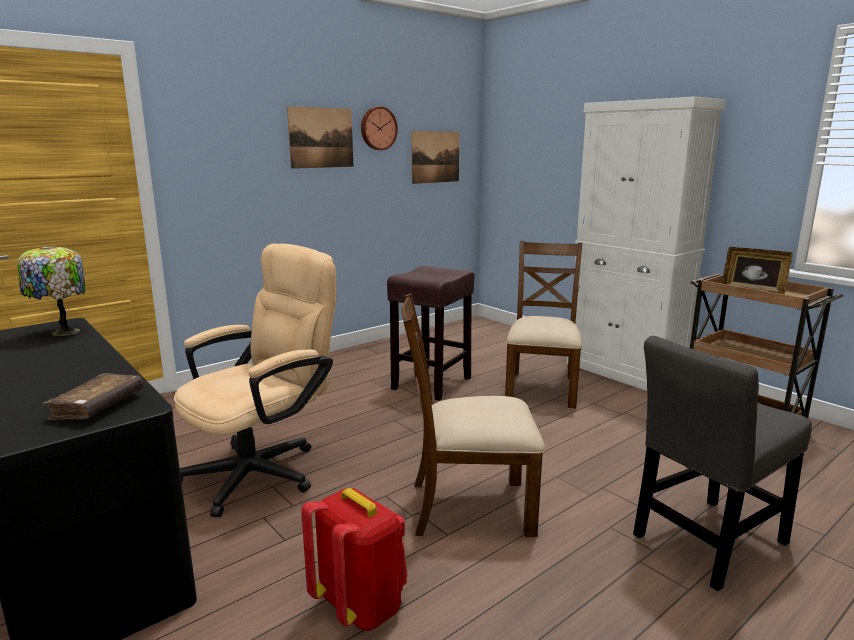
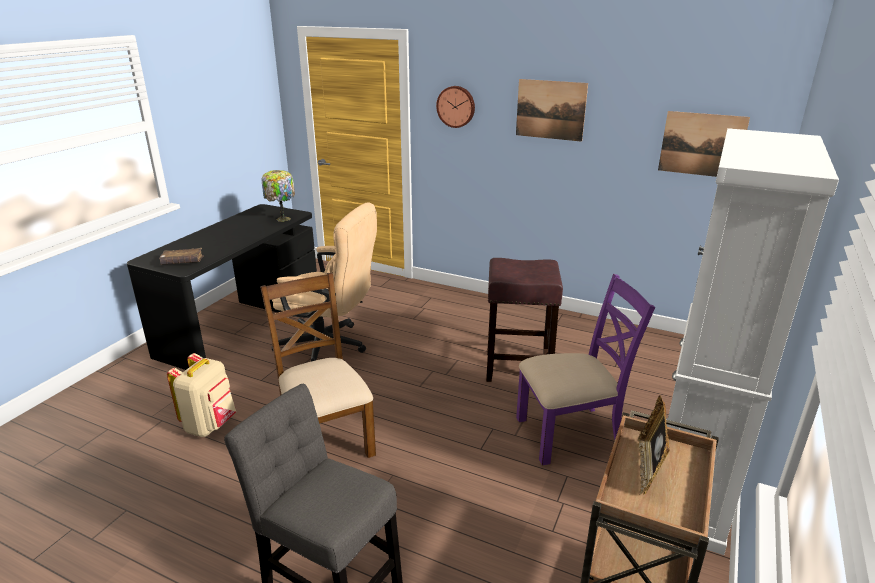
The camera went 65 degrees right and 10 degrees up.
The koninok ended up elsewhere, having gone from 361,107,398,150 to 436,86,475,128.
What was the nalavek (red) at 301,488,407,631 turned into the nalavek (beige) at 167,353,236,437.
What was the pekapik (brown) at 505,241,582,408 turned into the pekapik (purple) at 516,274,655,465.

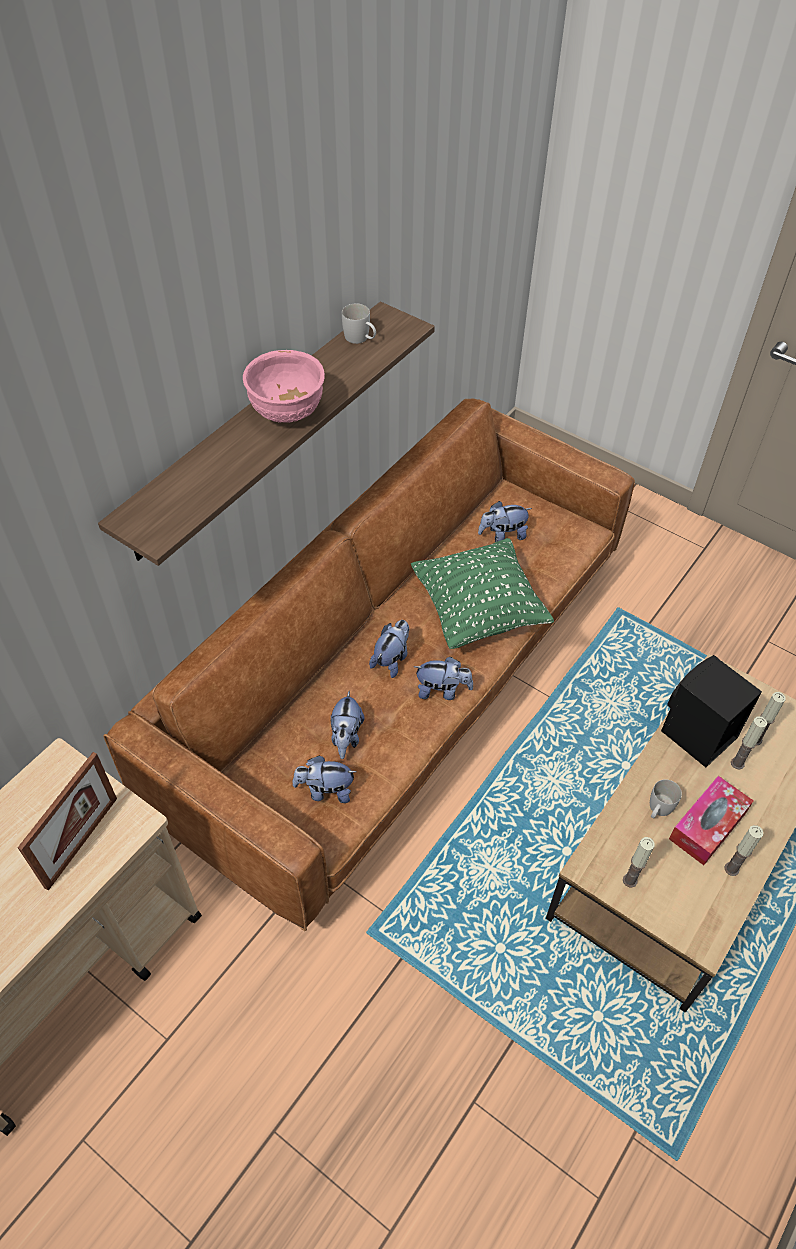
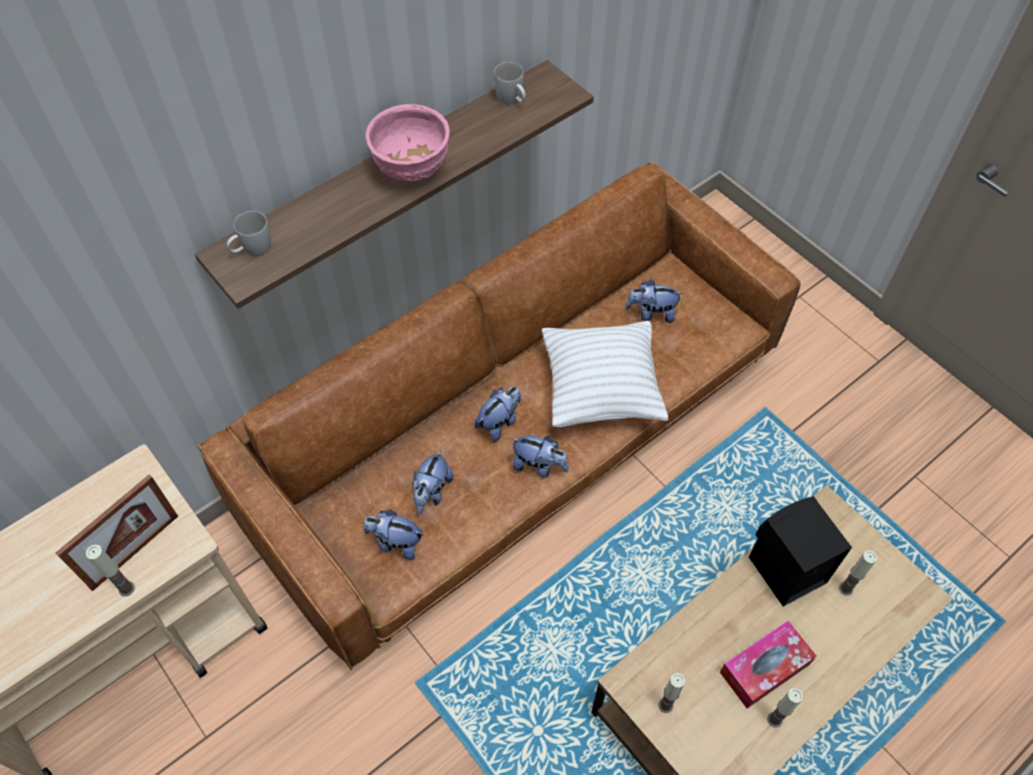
The camera went 15 degrees right and 5 degrees up.
The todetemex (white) ended up elsewhere, having gone from 650,779,682,819 to 227,211,271,256.
The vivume ended up elsewhere, having gone from 731,716,767,770 to 86,545,135,596.
What was the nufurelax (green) at 411,538,554,649 turned into the nufurelax (white) at 542,321,669,427.

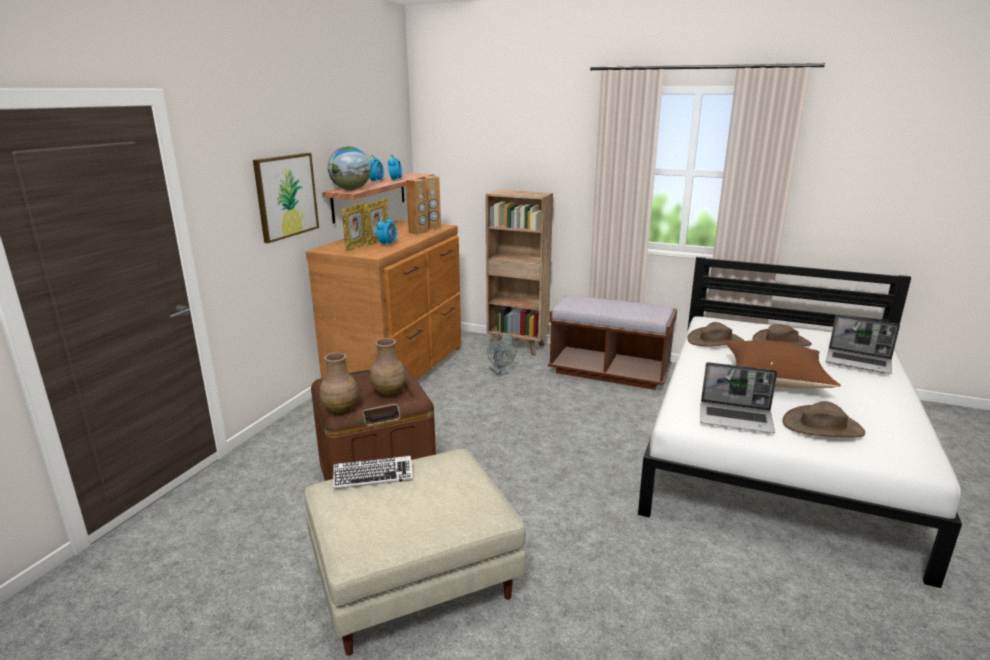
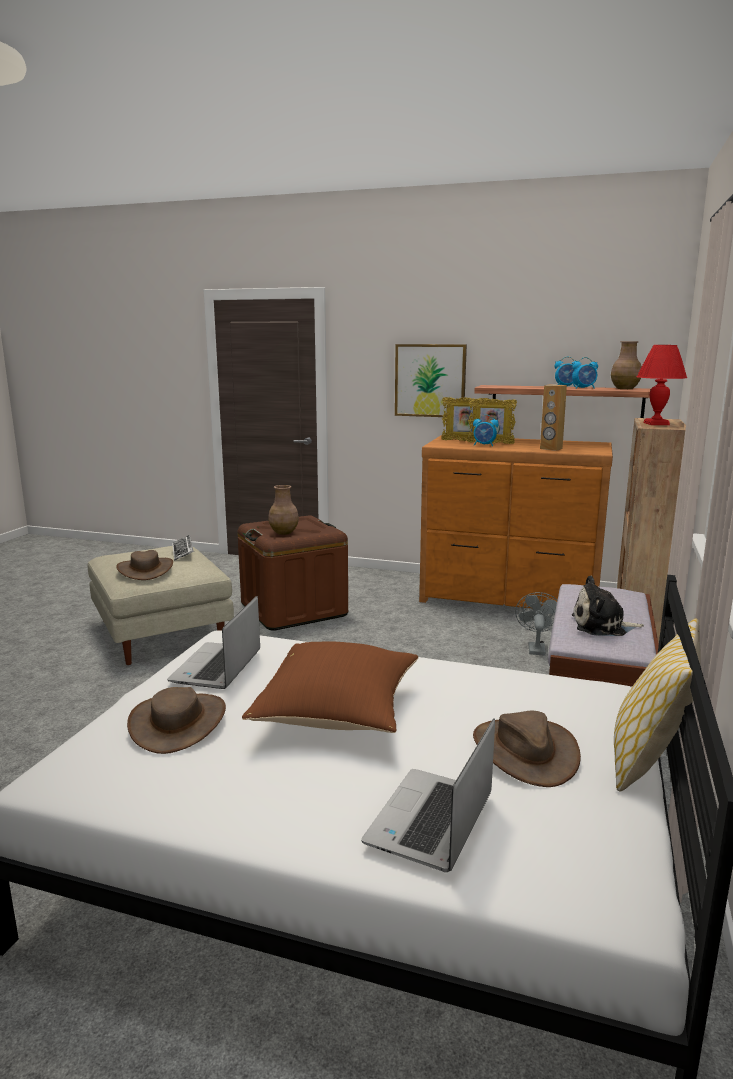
The camera went 85 degrees right and 5 degrees down.
The second view lost the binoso at 328,146,371,190.
The second view lost the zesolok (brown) at 423,176,441,229.
The second view gained the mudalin at 572,576,644,636.
The second view gained the nufurelax at 614,618,701,791.
The second view gained the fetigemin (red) at 637,345,687,425.
The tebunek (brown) ended up elsewhere, having gone from 320,352,359,415 to 611,341,642,389.
The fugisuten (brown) ended up elsewhere, having gone from 687,322,744,346 to 116,550,173,580.
The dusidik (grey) at 487,333,518,376 ended up facing another way, 135 degrees clockwise from before.

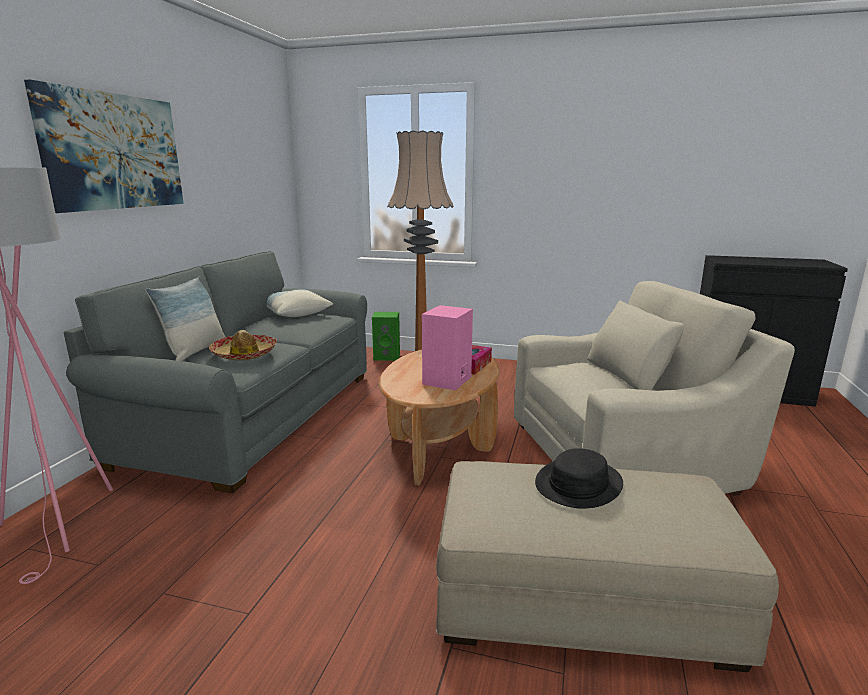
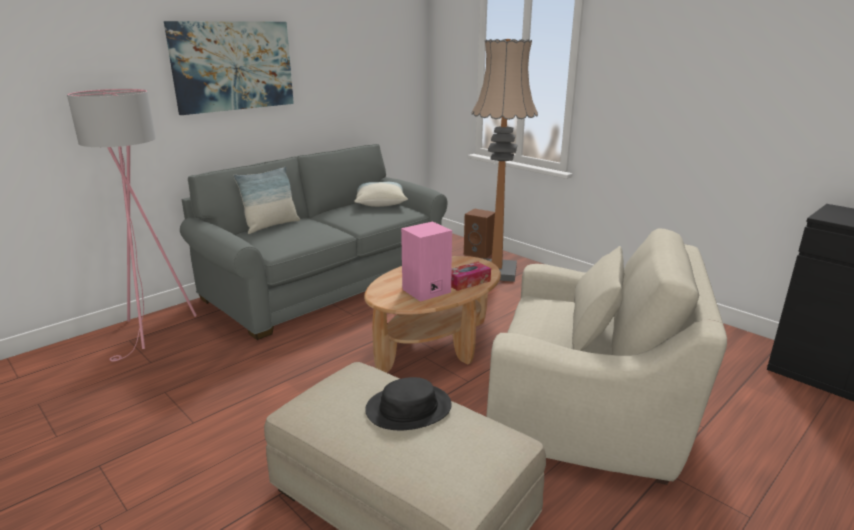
The camera went 30 degrees right and 5 degrees up.
The second view lost the fugisuten at 209,330,277,361.
What was the zesolok (green) at 372,312,400,361 turned into the zesolok (brown) at 464,208,495,258.

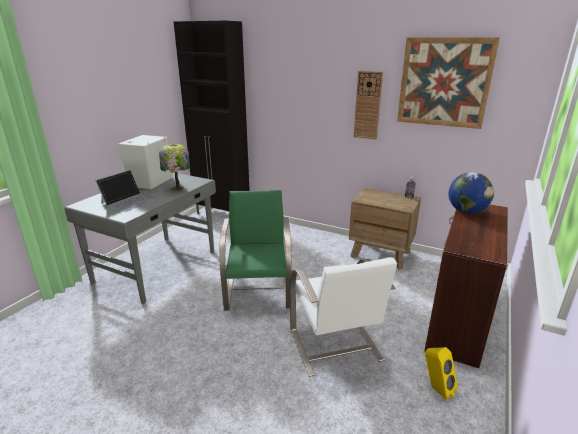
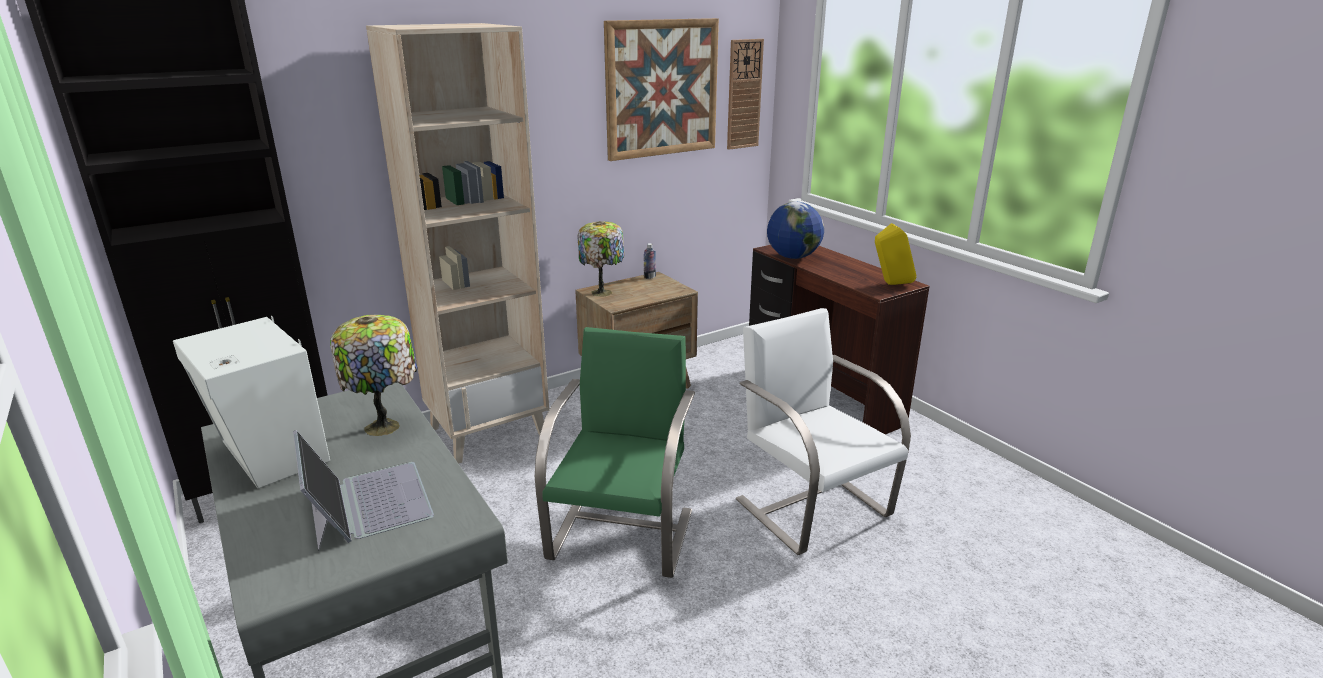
The camera went 60 degrees left and 0 degrees up.
The second view gained the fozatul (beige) at 366,23,549,464.
The second view gained the fetigemin at 578,221,625,297.
The koninok ended up elsewhere, having gone from 354,71,383,140 to 727,39,764,150.
The zesolok (yellow) ended up elsewhere, having gone from 425,347,458,400 to 875,223,916,285.
The pekapik (green) at 219,190,292,311 ended up facing another way, 75 degrees clockwise from before.
The pekapik (white) at 290,257,397,377 ended up facing another way, 135 degrees counterclockwise from before.

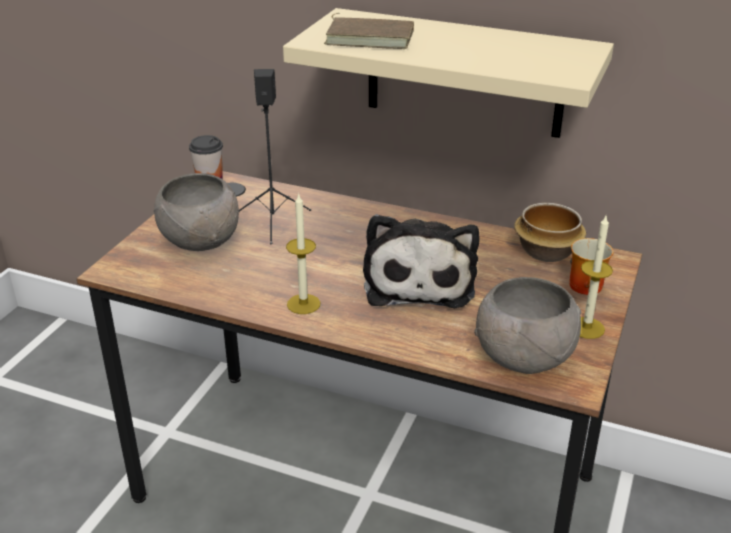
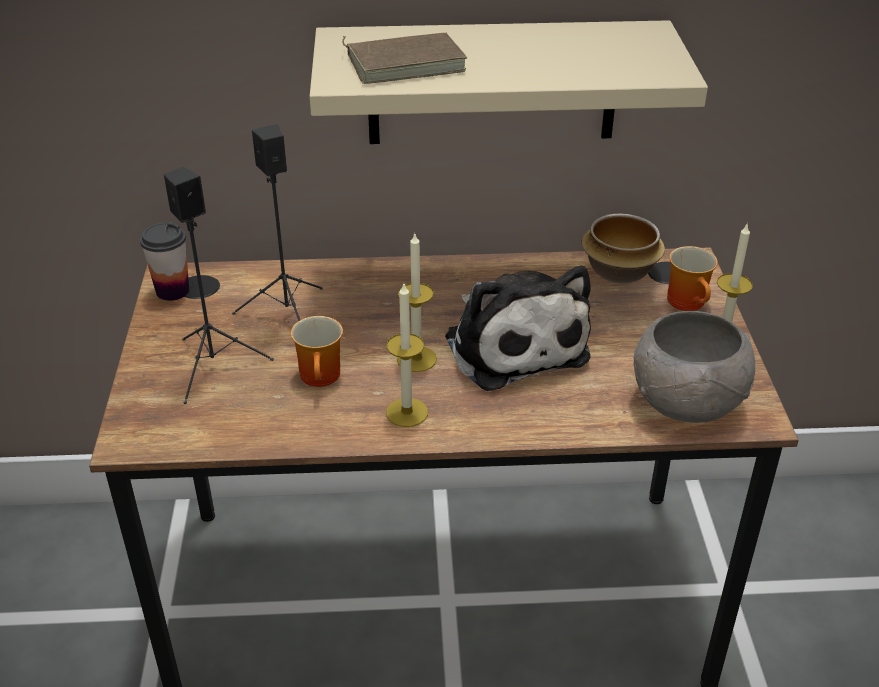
The camera went 25 degrees left and 5 degrees up.
The second view gained the todetemex at 291,316,343,387.
The second view gained the vivume at 397,234,437,372.
Where the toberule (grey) stood at 154,173,239,251, the zesolok (black) came to stand at 164,167,274,404.

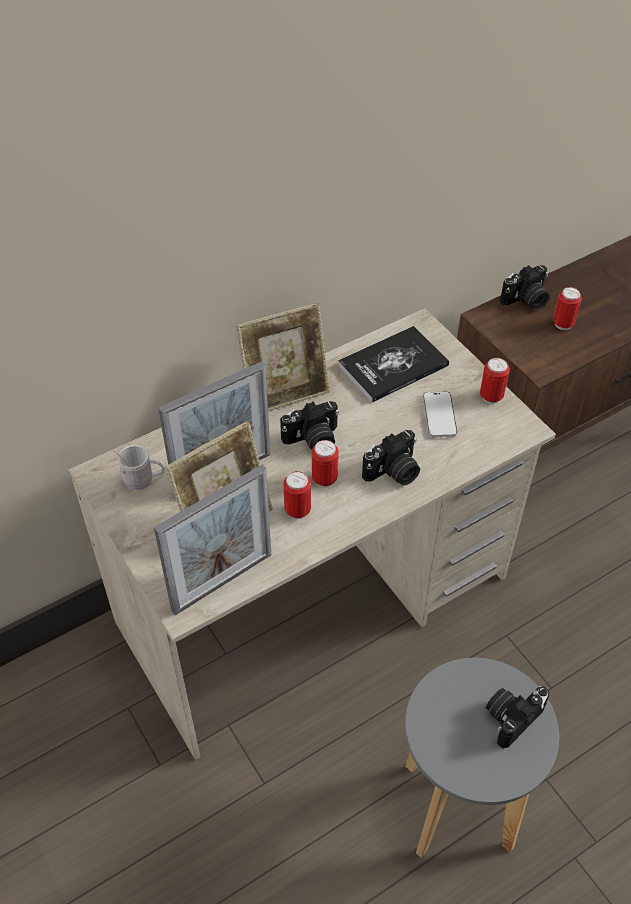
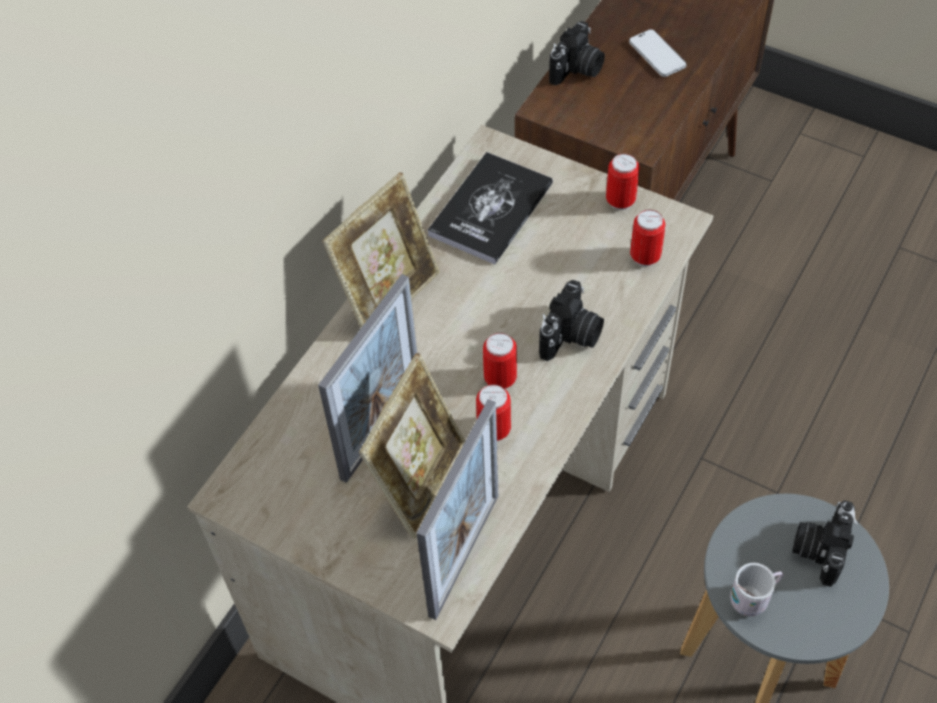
The camera went 25 degrees left and 5 degrees up.
The second view lost the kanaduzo at 280,401,339,450.
The todetemex (white) ended up elsewhere, having gone from 113,445,165,490 to 730,563,784,616.
The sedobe ended up elsewhere, having gone from 423,392,457,437 to 629,29,687,77.
The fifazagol ended up elsewhere, having gone from 553,287,582,330 to 630,210,665,267.

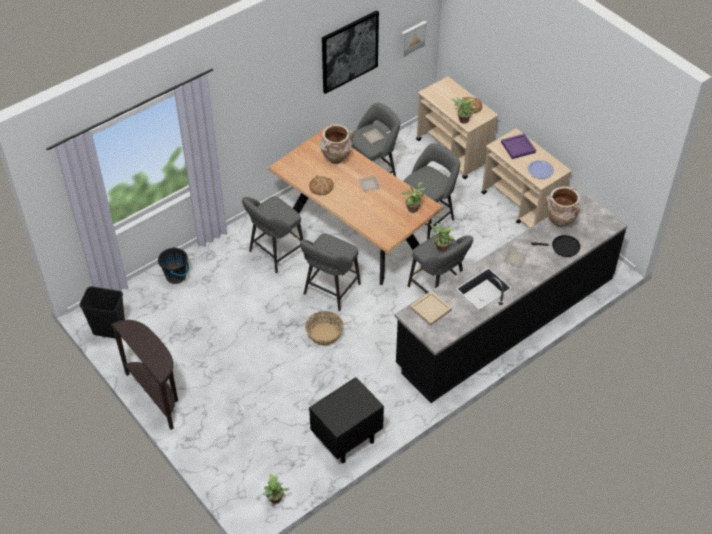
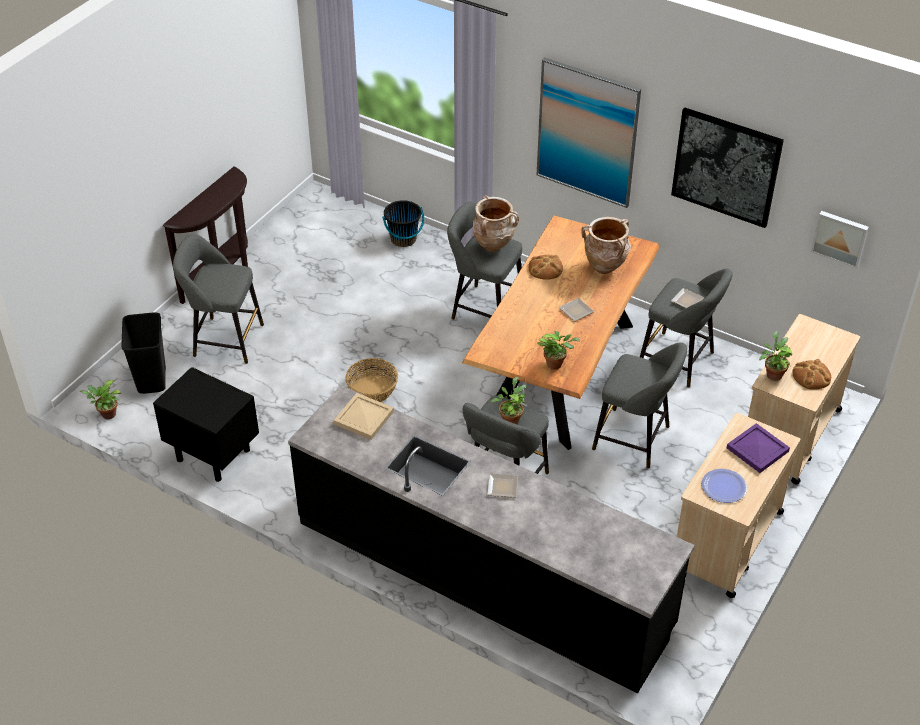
The camera went 70 degrees right and 5 degrees down.
The second view lost the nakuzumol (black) at 531,235,581,257.
The second view gained the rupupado at 537,57,641,208.
The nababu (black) ended up elsewhere, having gone from 80,286,125,339 to 121,312,166,394.
The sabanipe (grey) ended up elsewhere, having gone from 300,233,361,311 to 173,234,264,364.
The tebunek (beige) ended up elsewhere, having gone from 545,187,580,227 to 473,195,519,252.

